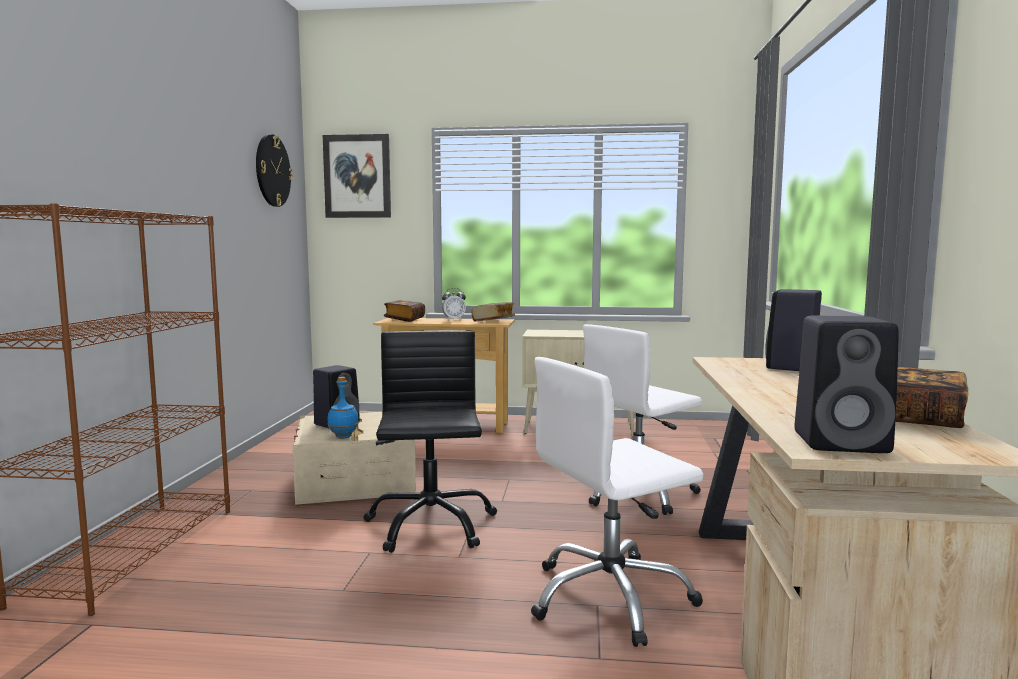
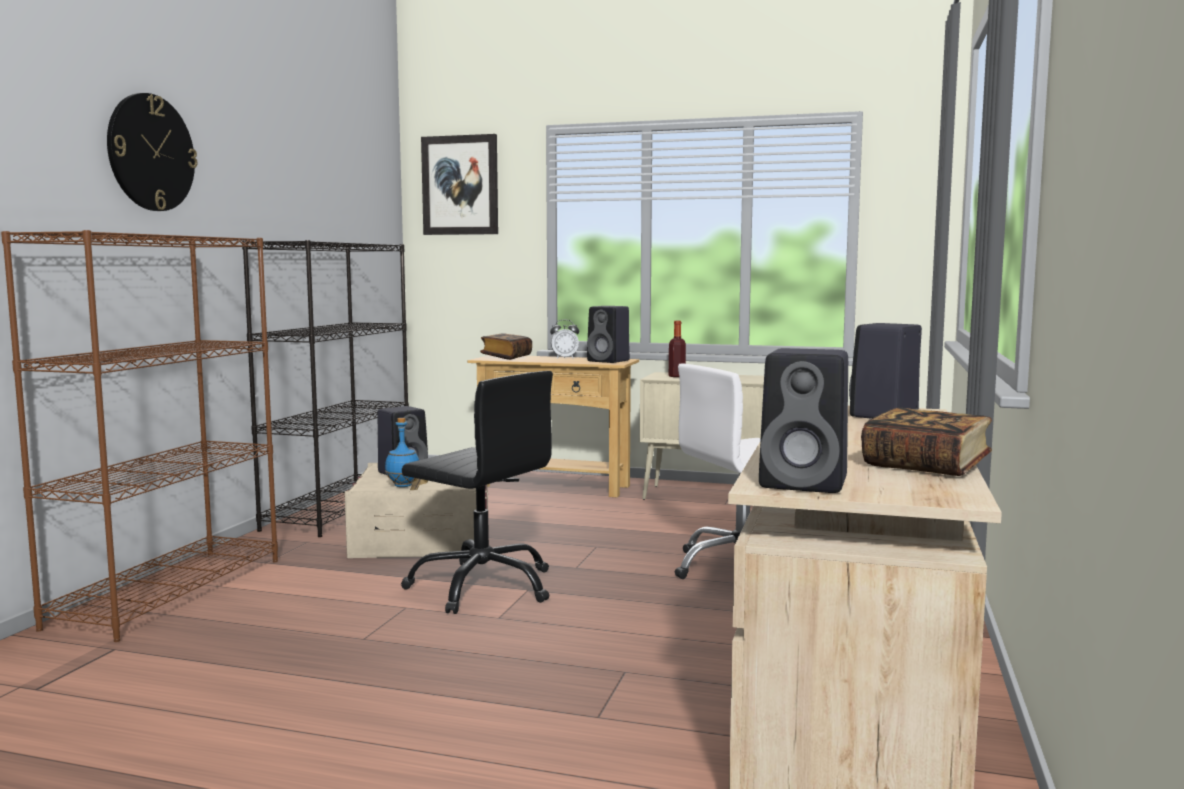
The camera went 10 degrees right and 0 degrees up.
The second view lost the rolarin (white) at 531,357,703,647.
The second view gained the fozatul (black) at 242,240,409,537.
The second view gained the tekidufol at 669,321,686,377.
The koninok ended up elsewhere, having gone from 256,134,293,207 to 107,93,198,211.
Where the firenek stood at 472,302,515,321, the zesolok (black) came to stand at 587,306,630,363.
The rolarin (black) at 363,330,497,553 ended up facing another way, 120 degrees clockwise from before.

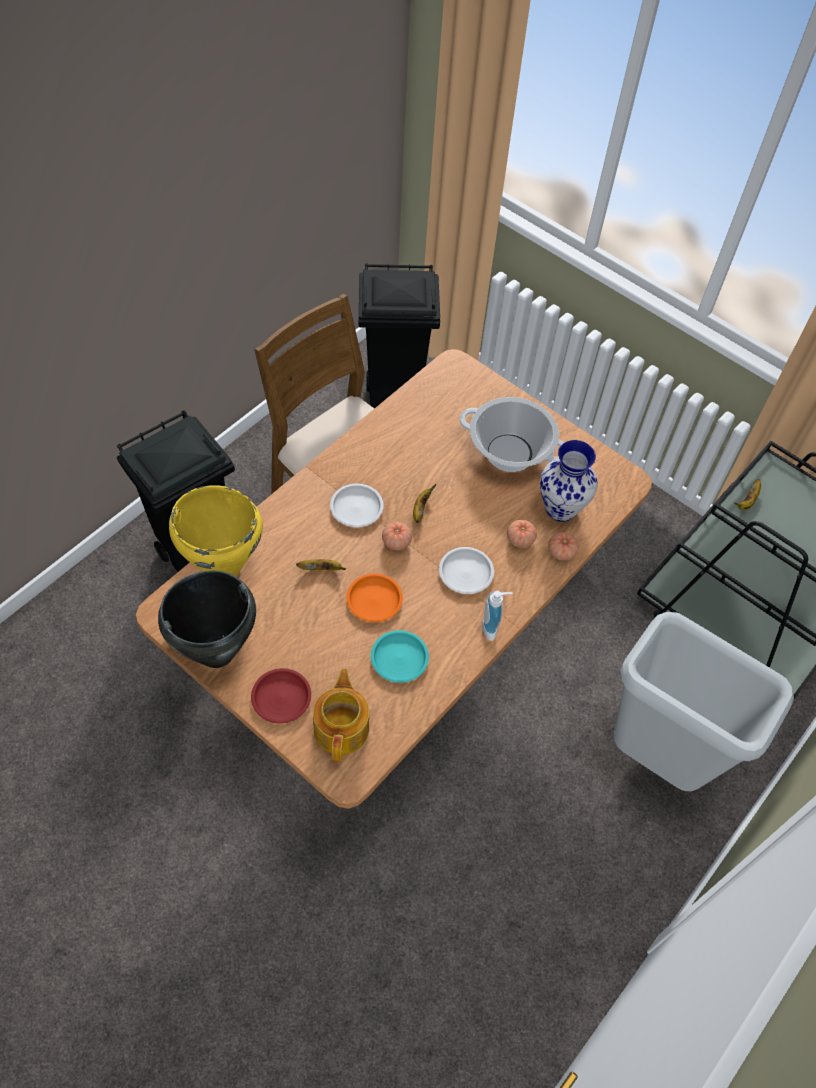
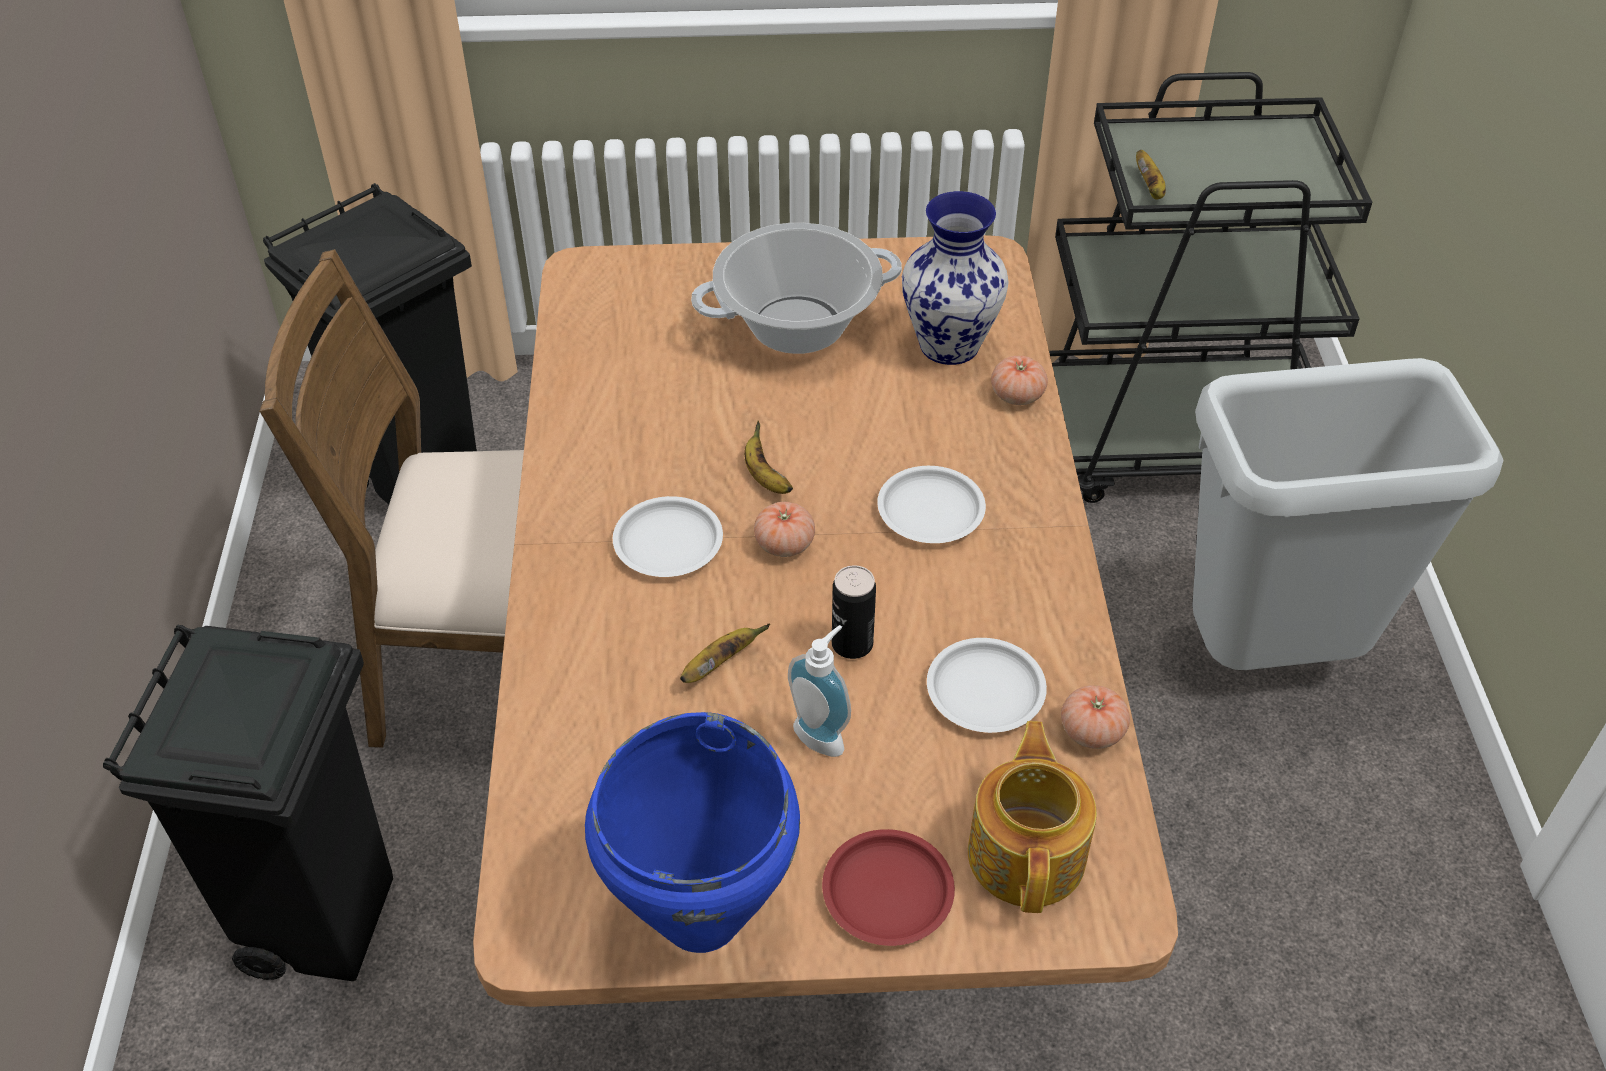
The camera went 40 degrees left and 10 degrees down.
The second view lost the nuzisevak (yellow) at 169,485,263,576.
The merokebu ended up elsewhere, having gone from 482,591,513,641 to 788,625,851,757.
The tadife ended up elsewhere, having gone from 507,520,537,548 to 1061,685,1130,749.
Where the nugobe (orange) stood at 346,573,403,622, the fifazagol came to stand at 832,565,876,659.
What was the nuzisevak (black) at 158,571,256,668 turned into the nuzisevak (blue) at 585,712,800,953.
What was the nugobe (turquoise) at 371,630,429,683 turned into the nugobe (white) at 927,638,1047,733.
The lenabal at 313,669,369,761 ended up facing another way, 45 degrees clockwise from before.

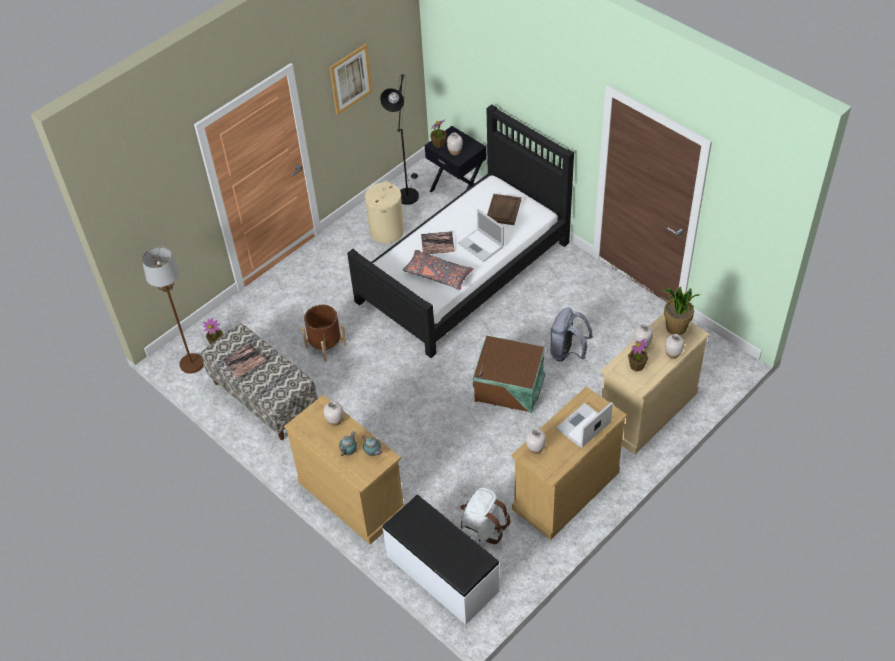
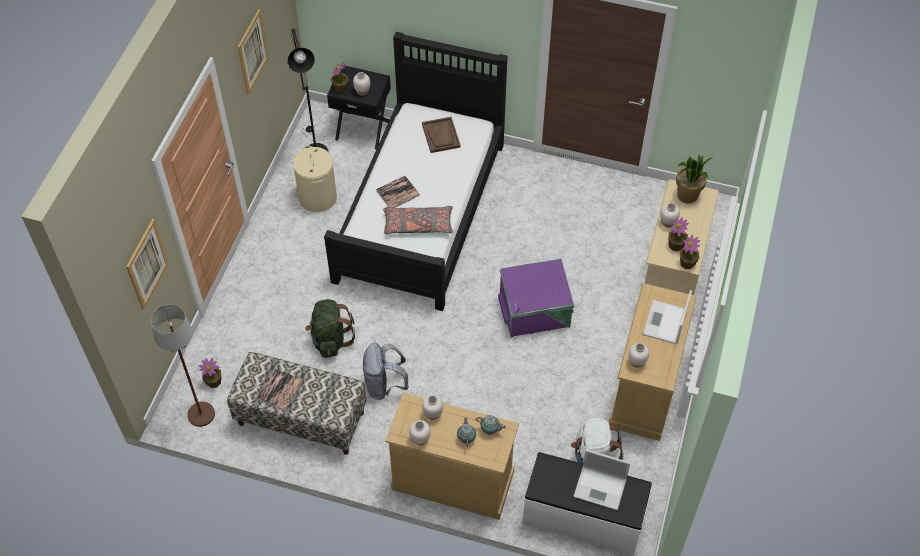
The camera went 30 degrees left and 5 degrees up.
The second view gained the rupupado at 126,219,169,309.
The second view gained the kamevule at 679,235,700,269.
The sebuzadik ended up elsewhere, having gone from 458,209,504,262 to 573,449,631,510.
The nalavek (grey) ended up elsewhere, having gone from 550,307,593,362 to 363,343,409,400.
The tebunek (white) ended up elsewhere, having gone from 665,334,684,359 to 409,420,431,445.
Where the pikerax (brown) stood at 302,305,347,362, the nalavek (green) came to stand at 305,299,355,358.
What was the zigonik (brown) at 473,335,545,413 turned into the zigonik (purple) at 498,258,574,337.

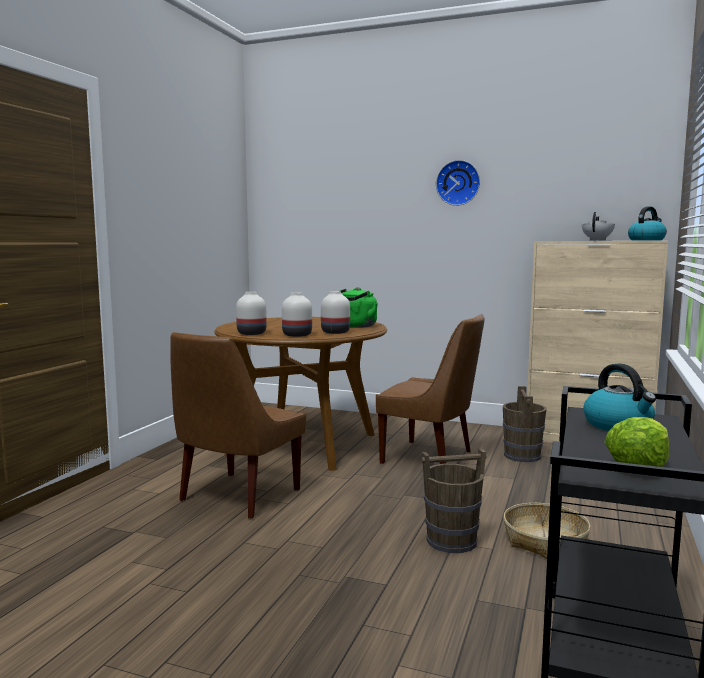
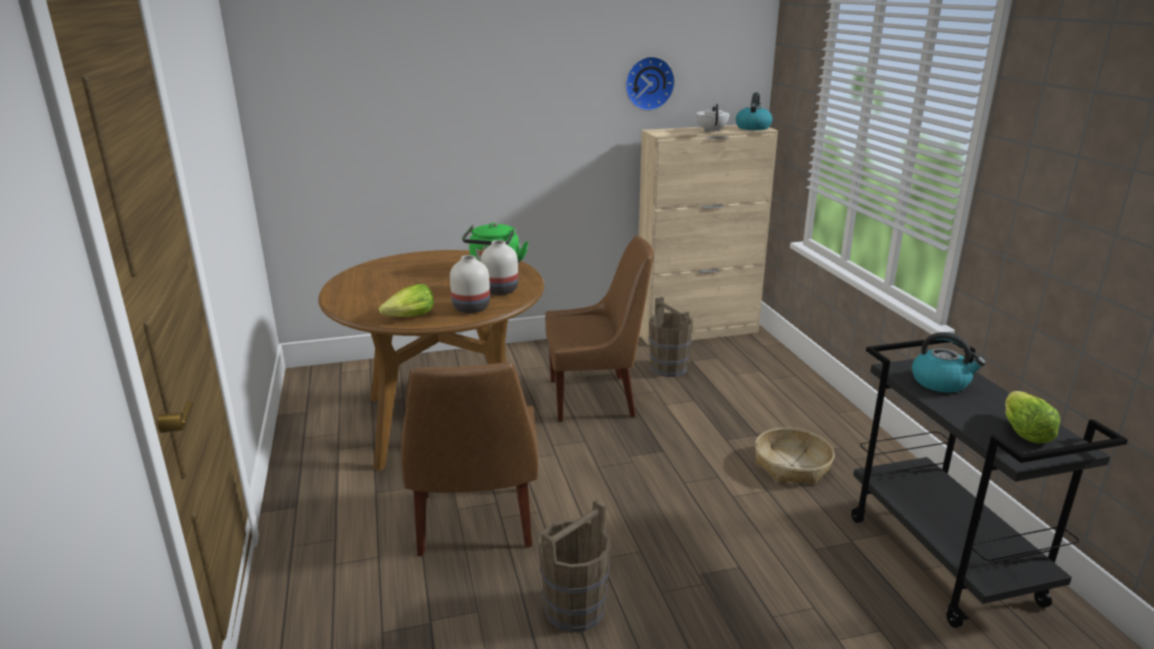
The camera went 35 degrees left and 15 degrees up.
The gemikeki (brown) ended up elsewhere, having gone from 421,448,487,553 to 538,499,611,632.
The koninok ended up elsewhere, having gone from 436,160,480,206 to 625,56,675,111.
Where the tebunek (white) stood at 236,292,267,335, the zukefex came to stand at 379,284,434,317.

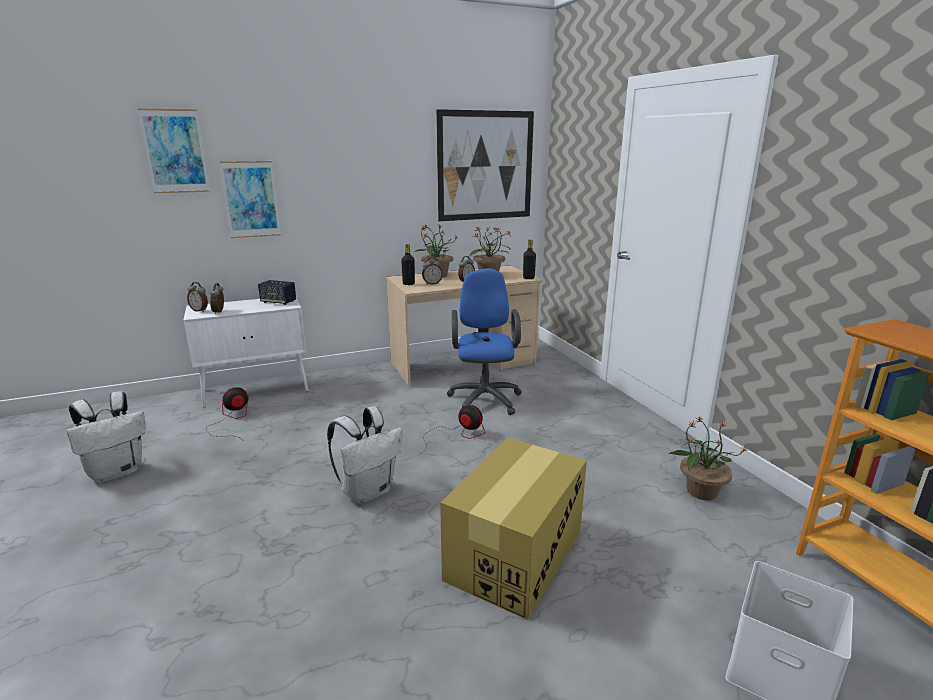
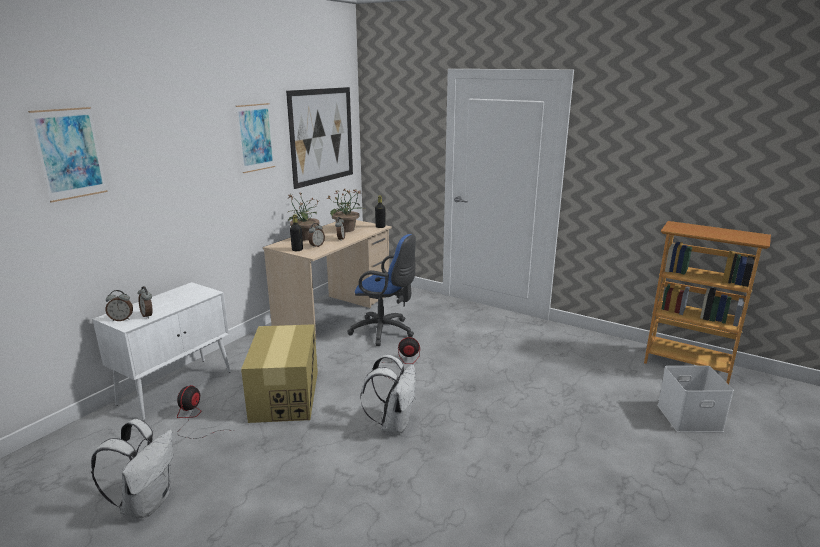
The camera went 35 degrees left and 0 degrees up.
The second view lost the zesolok at 258,280,296,305.
The second view lost the kamevule at 669,416,747,500.
The rupupado ended up elsewhere, having gone from 220,161,281,238 to 236,103,275,173.
The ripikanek ended up elsewhere, having gone from 440,437,587,620 to 241,324,318,423.
The rolarin (blue) at 447,268,522,415 ended up facing another way, 150 degrees clockwise from before.

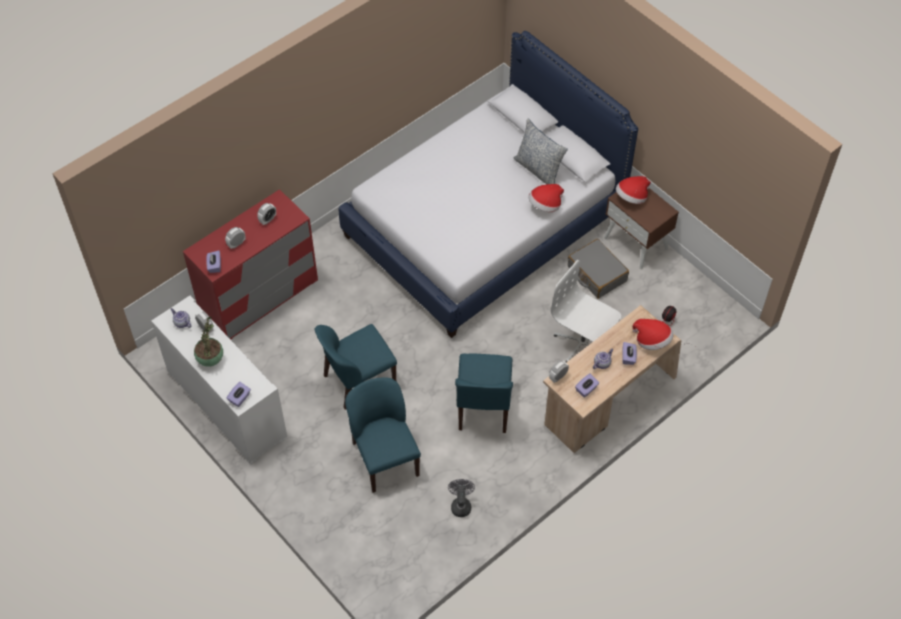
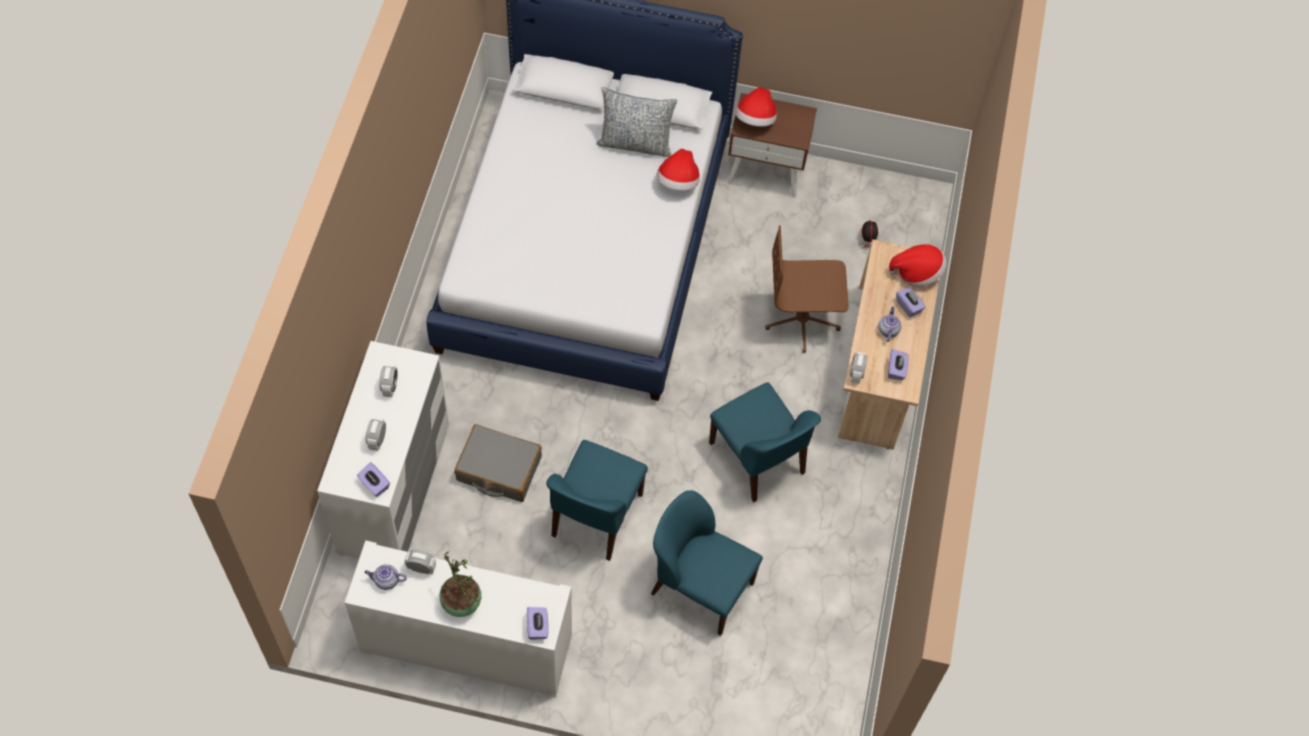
The camera went 40 degrees left and 5 degrees up.
The second view lost the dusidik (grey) at 448,479,475,517.
The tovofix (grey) ended up elsewhere, having gone from 568,239,629,299 to 455,424,542,502.
What was the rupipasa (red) at 183,189,318,340 turned into the rupipasa (white) at 317,341,449,558.
What was the rolarin (white) at 551,260,621,362 turned into the rolarin (brown) at 765,225,849,353.

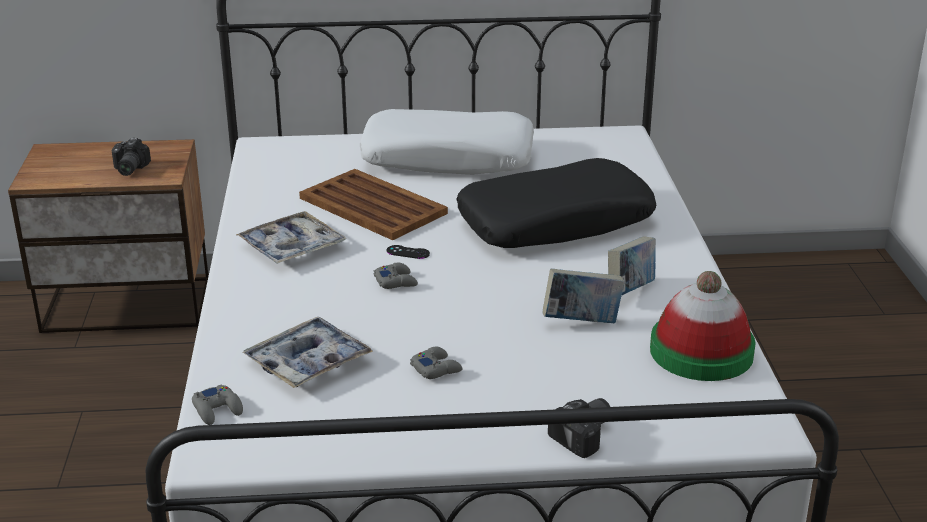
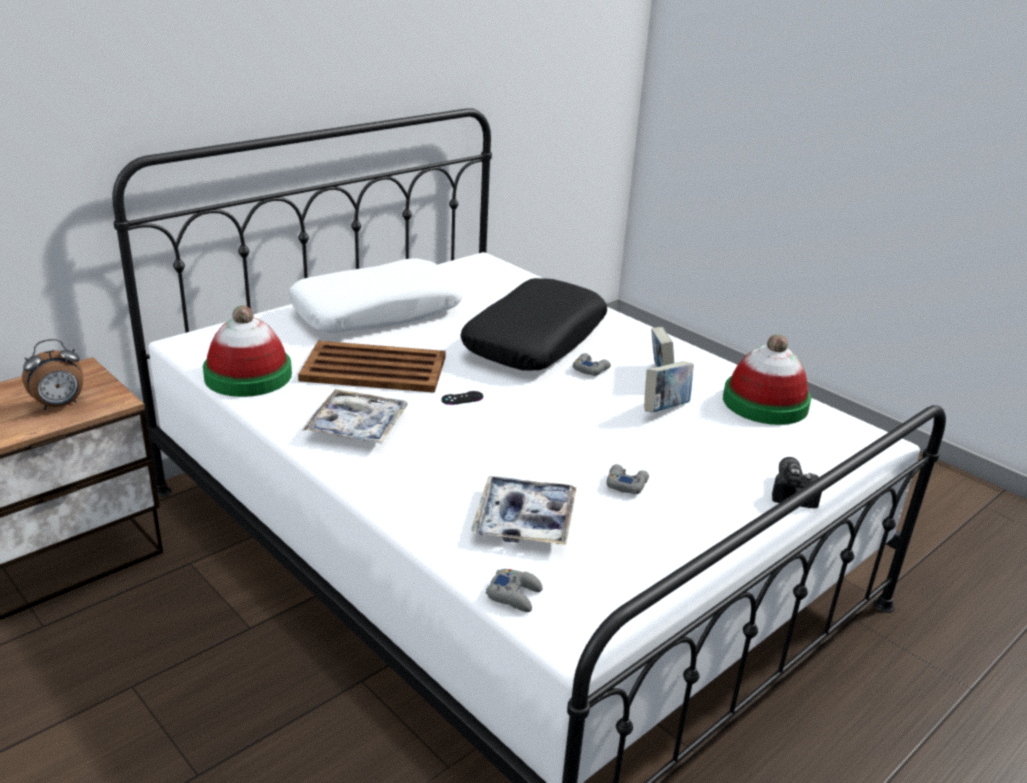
The camera went 40 degrees left and 0 degrees up.
The second view gained the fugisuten at 203,306,292,397.
The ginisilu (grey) ended up elsewhere, having gone from 374,263,418,289 to 573,353,611,376.
Where the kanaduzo stood at 112,138,151,176, the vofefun came to stand at 22,339,83,410.

